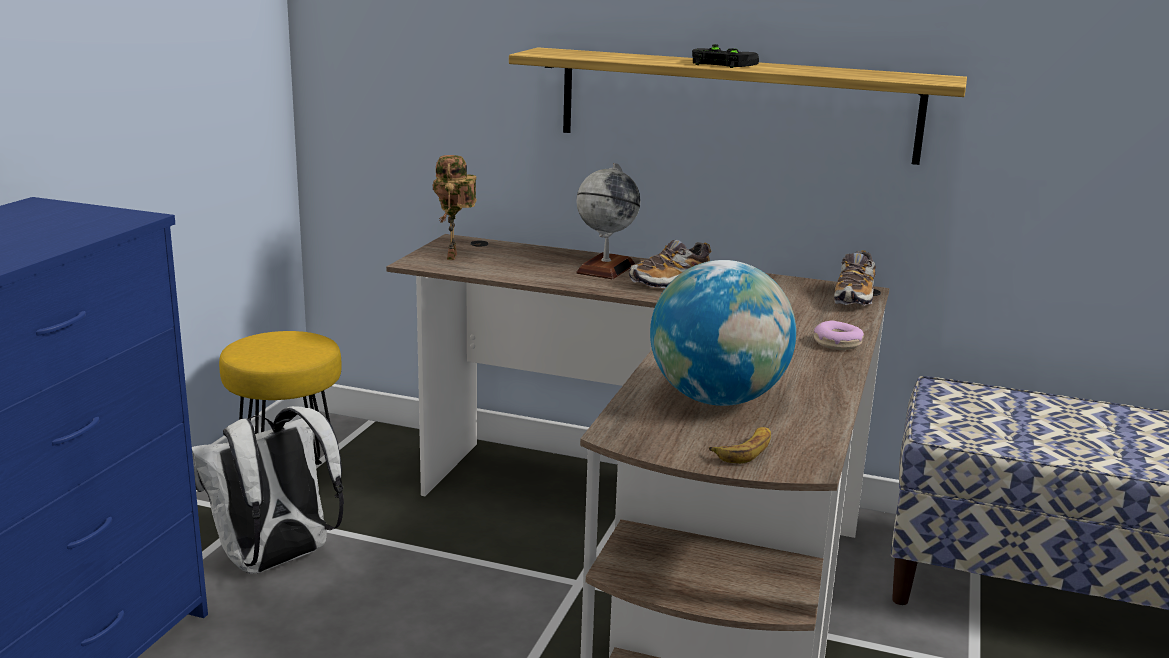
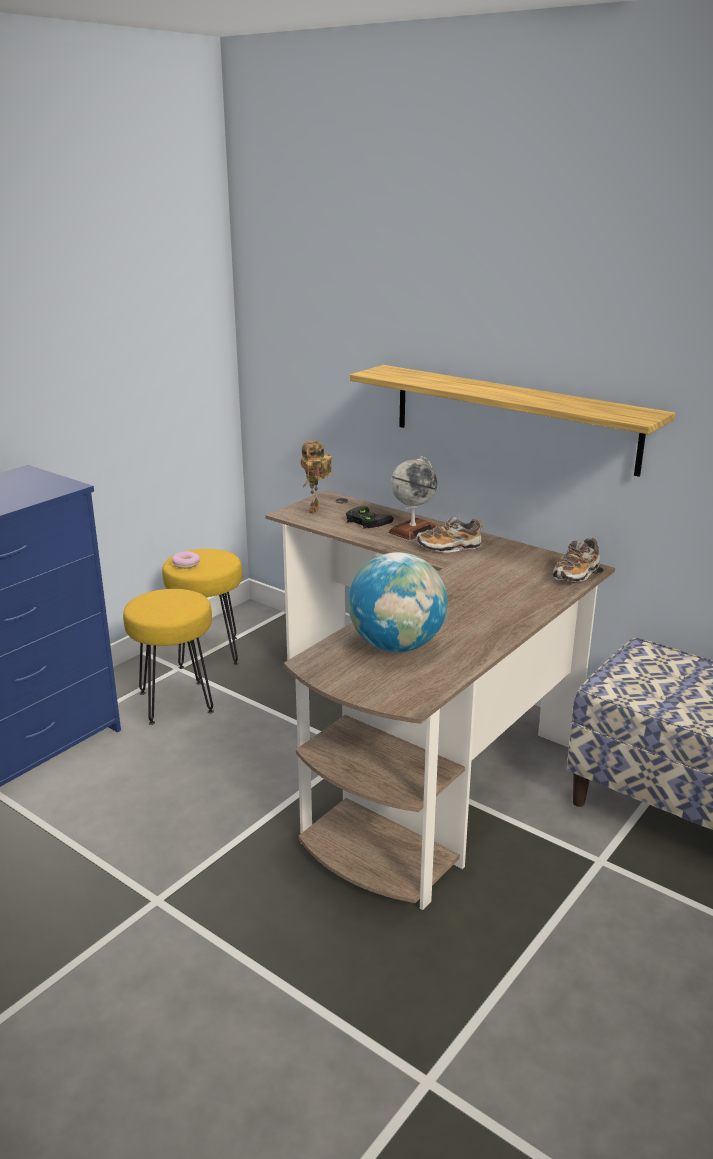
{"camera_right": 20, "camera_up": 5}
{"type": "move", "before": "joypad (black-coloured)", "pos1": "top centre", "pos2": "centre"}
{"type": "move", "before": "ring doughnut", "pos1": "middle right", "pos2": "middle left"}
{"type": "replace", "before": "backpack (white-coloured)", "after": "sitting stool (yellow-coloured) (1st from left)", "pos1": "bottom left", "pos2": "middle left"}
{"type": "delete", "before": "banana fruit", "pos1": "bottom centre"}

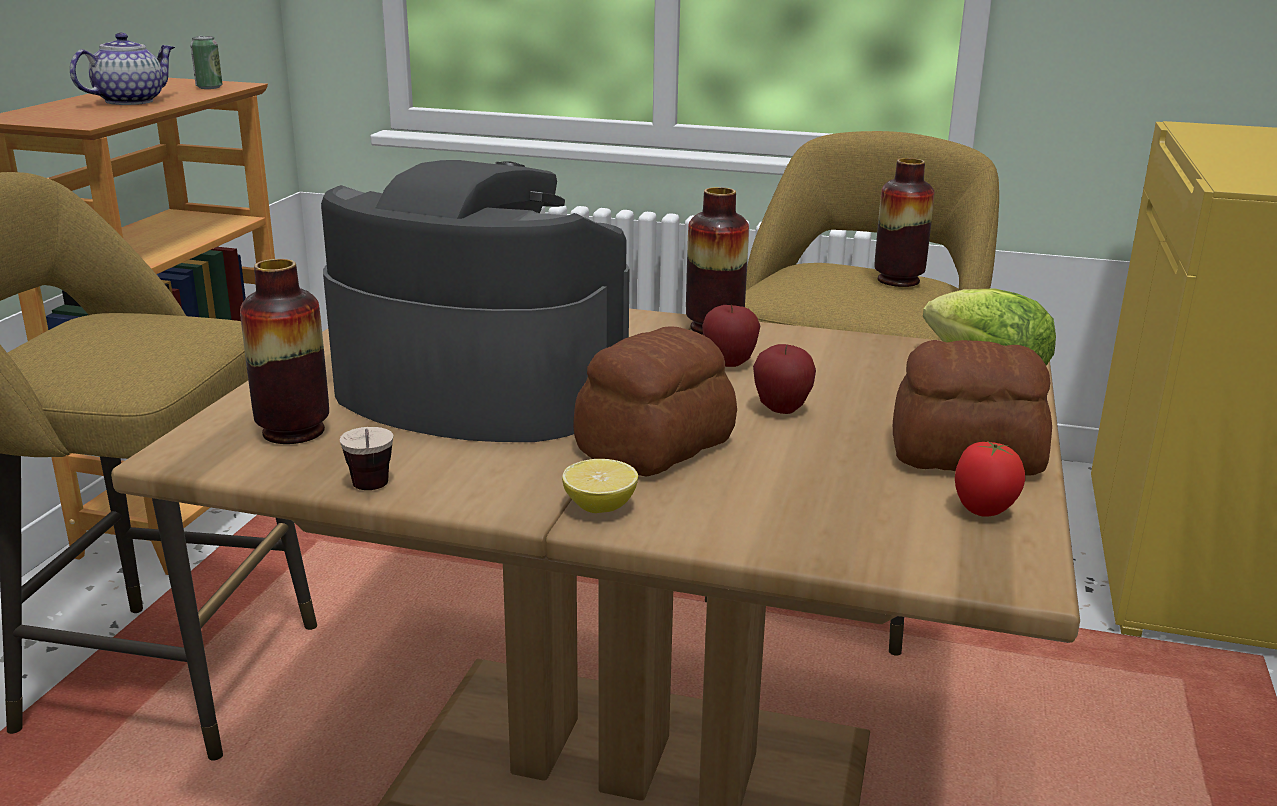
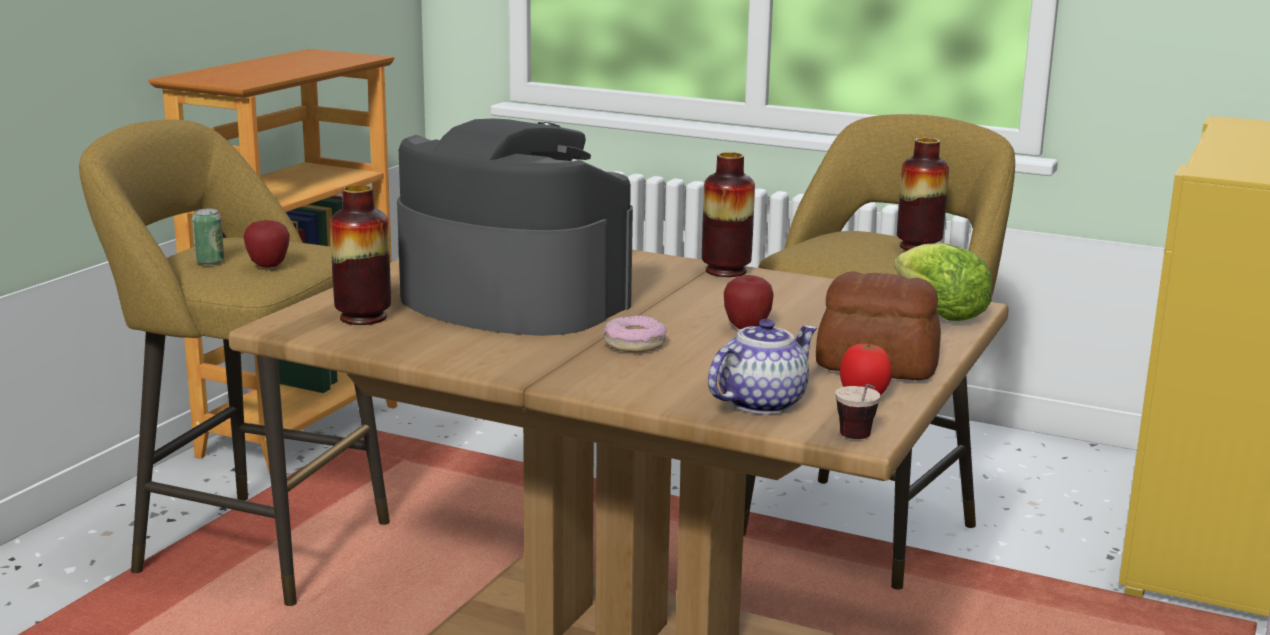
{"camera_right": 10, "camera_up": -5}
{"type": "move", "before": "pot for tea", "pos1": "top left", "pos2": "centre"}
{"type": "move", "before": "can", "pos1": "top left", "pos2": "middle left"}
{"type": "move", "before": "apple fruit (1st from left)", "pos1": "centre", "pos2": "middle left"}
{"type": "replace", "before": "bakery bread (1st from left)", "after": "ring doughnut", "pos1": "centre", "pos2": "centre"}
{"type": "move", "before": "drinking cup", "pos1": "middle left", "pos2": "middle right"}
{"type": "delete", "before": "lemon", "pos1": "centre"}

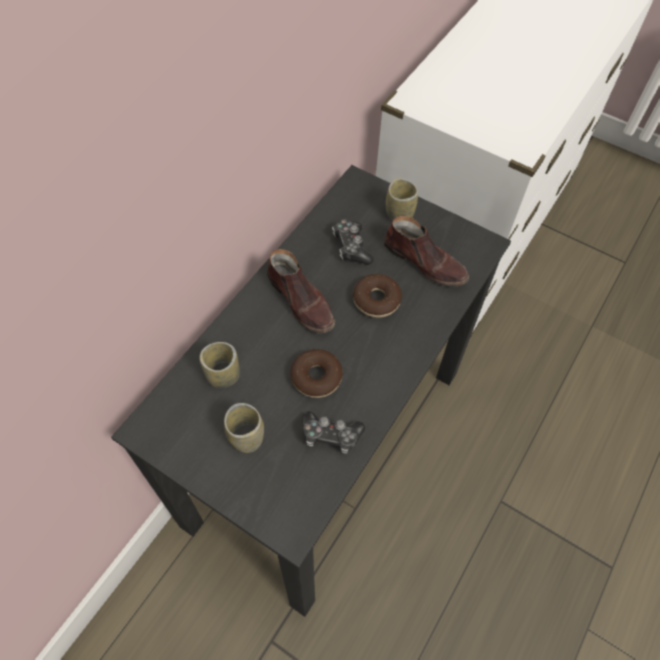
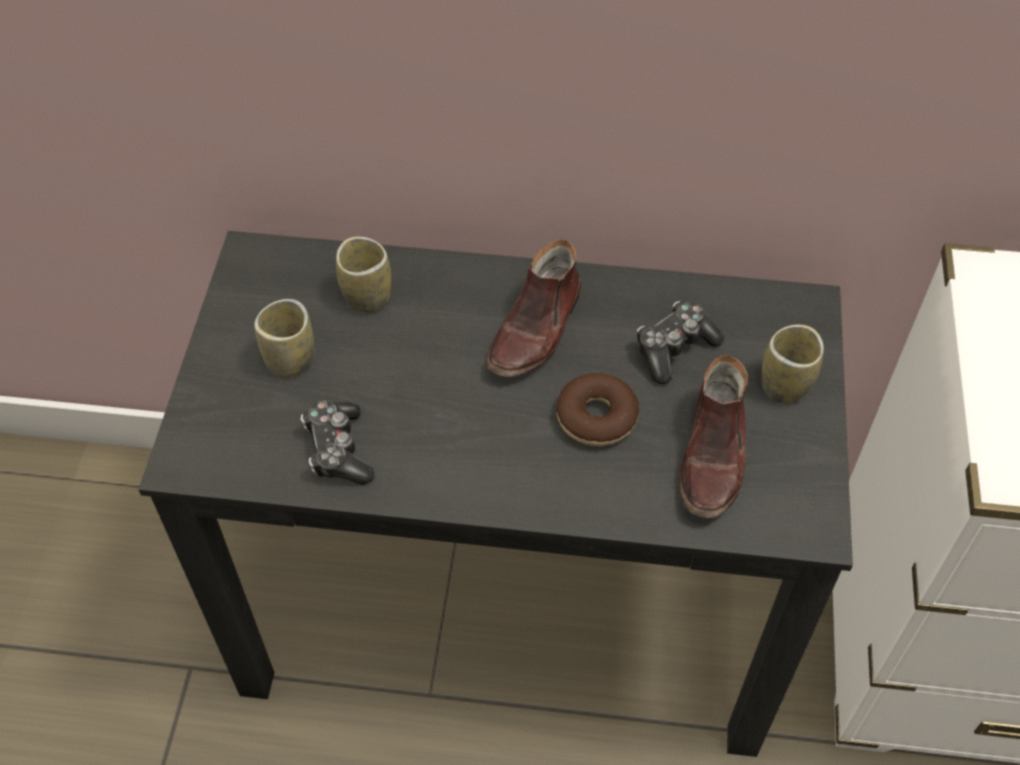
{"camera_right": 65, "camera_up": -5}
{"type": "delete", "before": "ring doughnut (1st from left)", "pos1": "centre"}

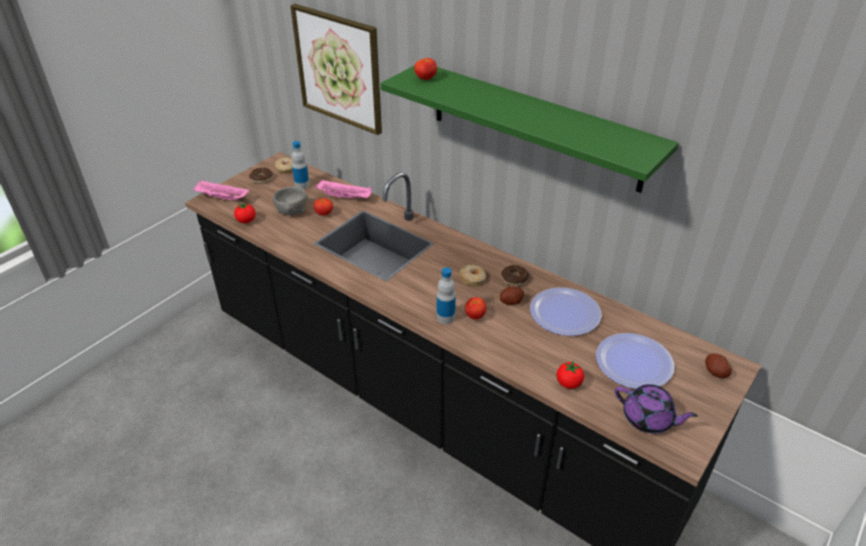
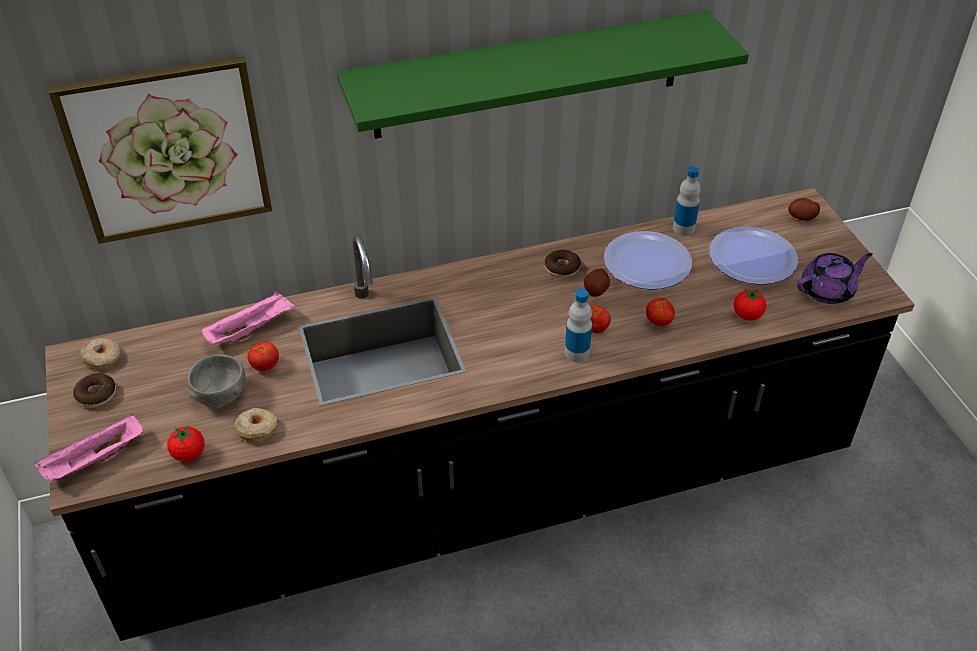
{"camera_right": -55, "camera_up": 5}
{"type": "move", "before": "tomato (3rd from left in the first image)", "after": "tomato (4th from left)", "pos1": "top centre", "pos2": "middle right"}
{"type": "move", "before": "bottle (1st from left in the first image)", "after": "bottle (2nd from left)", "pos1": "top centre", "pos2": "top right"}
{"type": "move", "before": "ring doughnut (3rd from left)", "pos1": "centre", "pos2": "middle left"}

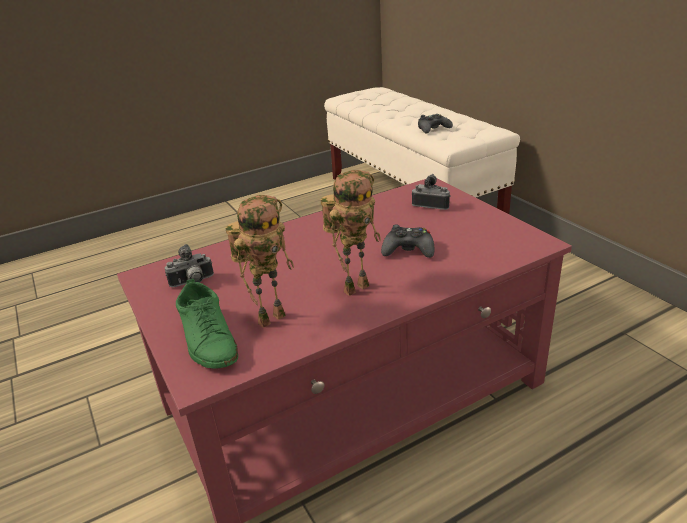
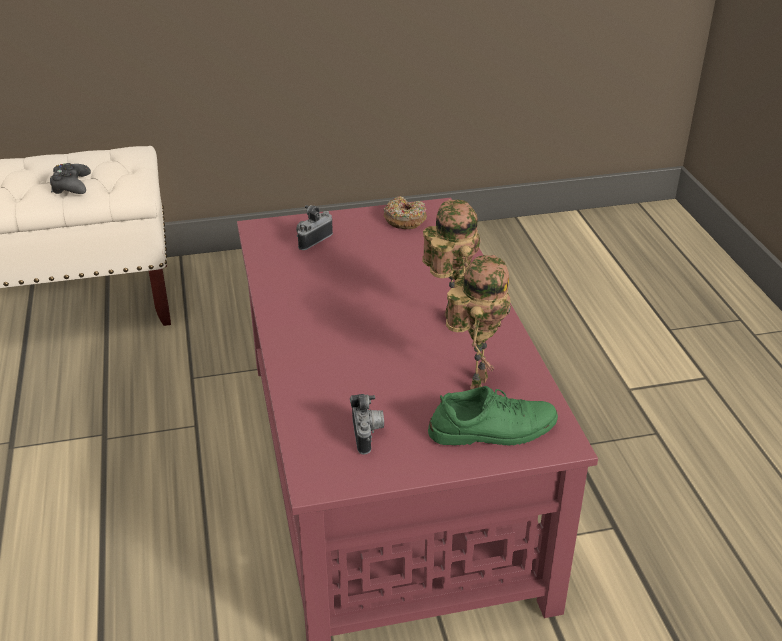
{"camera_right": -75, "camera_up": 5}
{"type": "rotate", "before": "model robot (1st from left in the first image)", "pos1": "centre", "pos2": "centre", "turn": 45}
{"type": "delete", "before": "joypad (black-coloured) (1st from left)", "pos1": "centre"}
{"type": "insert", "after": "ring doughnut", "pos2": "top centre"}

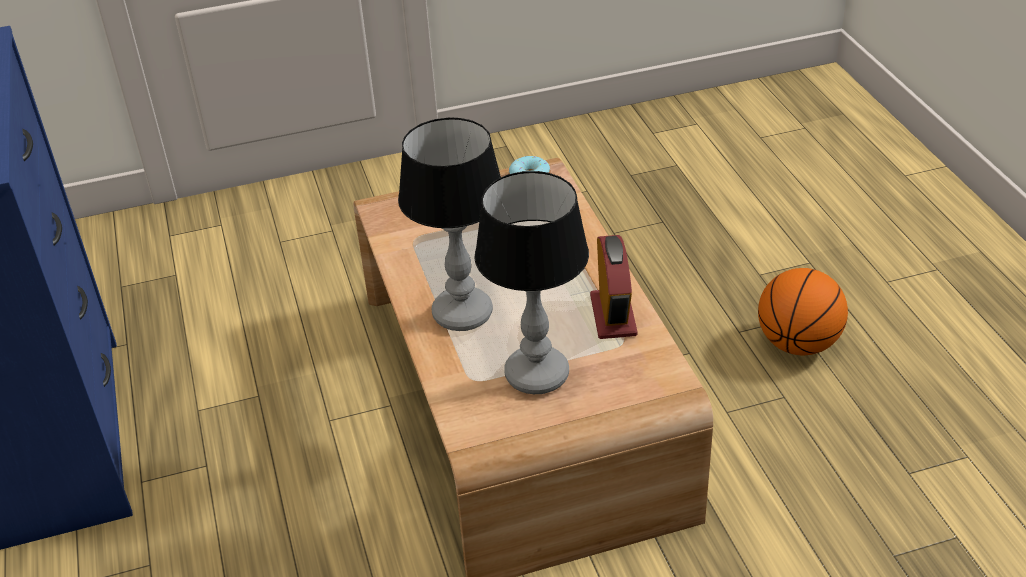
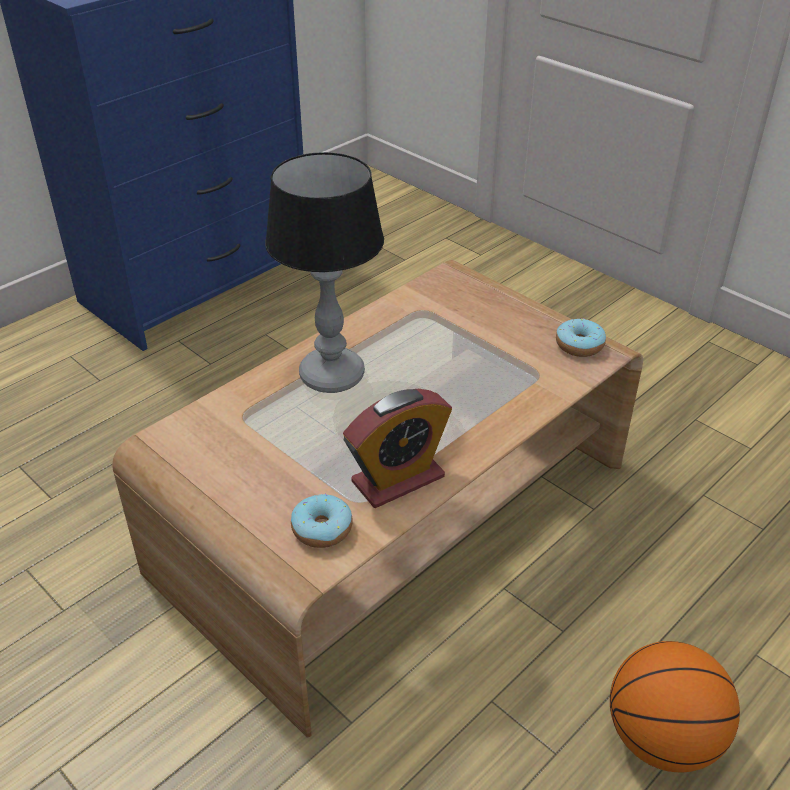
{"camera_right": 60, "camera_up": 0}
{"type": "delete", "before": "table lamp (2nd from left)", "pos1": "centre"}
{"type": "insert", "after": "ring doughnut (1st from left)", "pos2": "centre"}

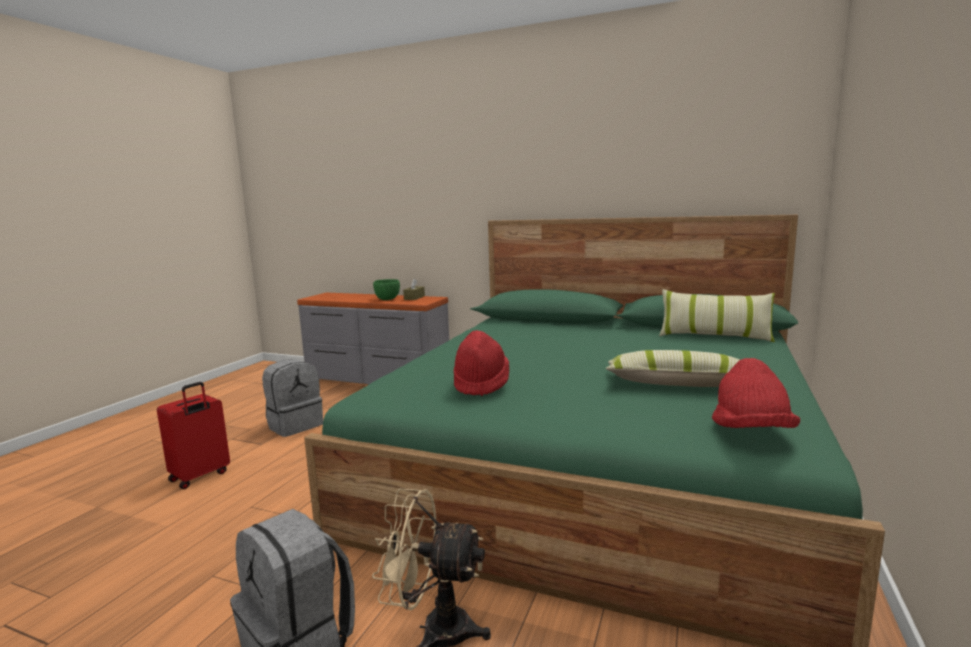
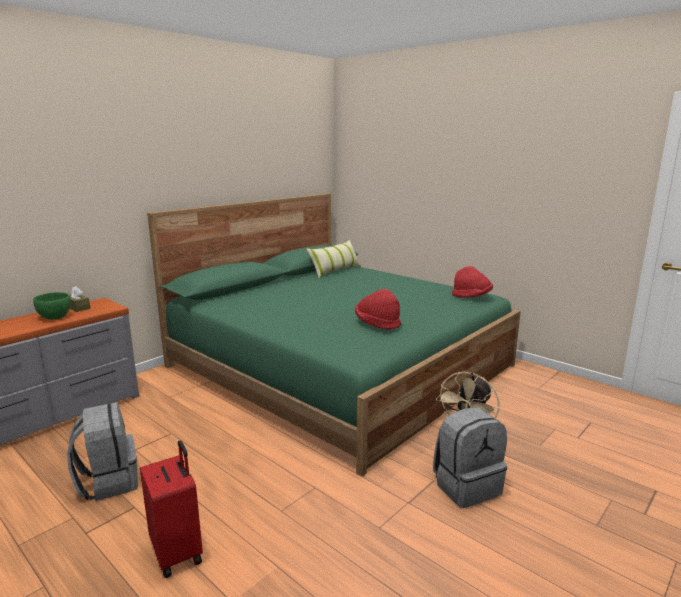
{"camera_right": -70, "camera_up": 5}
{"type": "delete", "before": "throw pillow (1st from left)", "pos1": "middle right"}

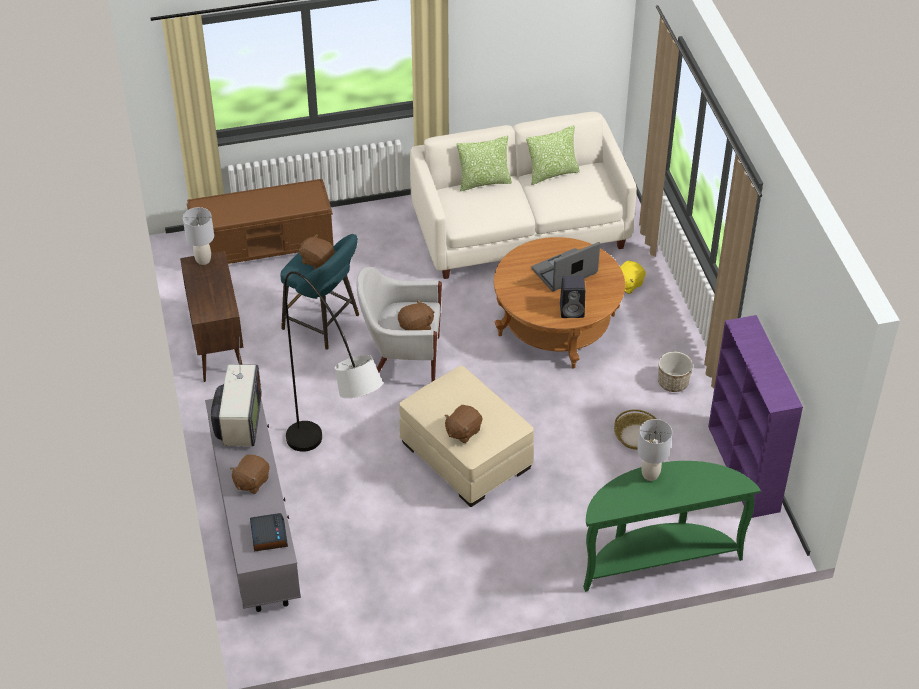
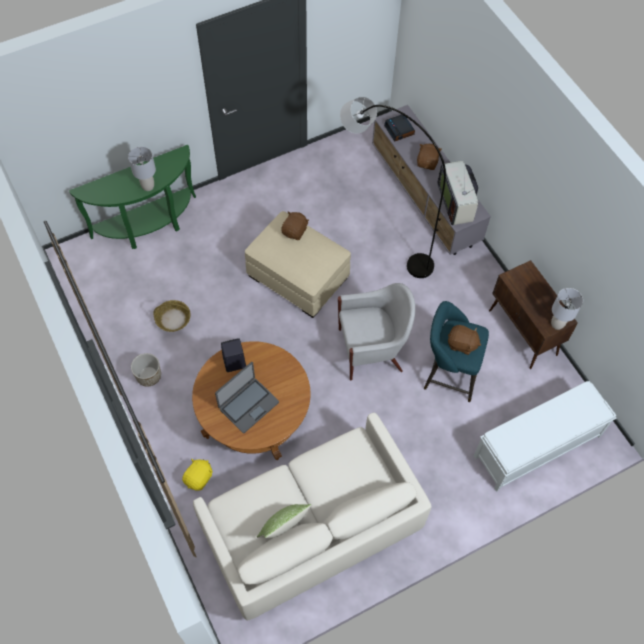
{"camera_right": 165, "camera_up": 15}
{"type": "delete", "before": "throw pillow (1st from left)", "pos1": "top centre"}
{"type": "recolor", "before": "indoor bench (brownish)", "after": "indoor bench (white-coloured)", "pos1": "top left", "pos2": "bottom right"}
{"type": "delete", "before": "cuddly toy (brownish) (3rd from left)", "pos1": "centre"}
{"type": "delete", "before": "bookcase (purple-coloured)", "pos1": "middle right"}

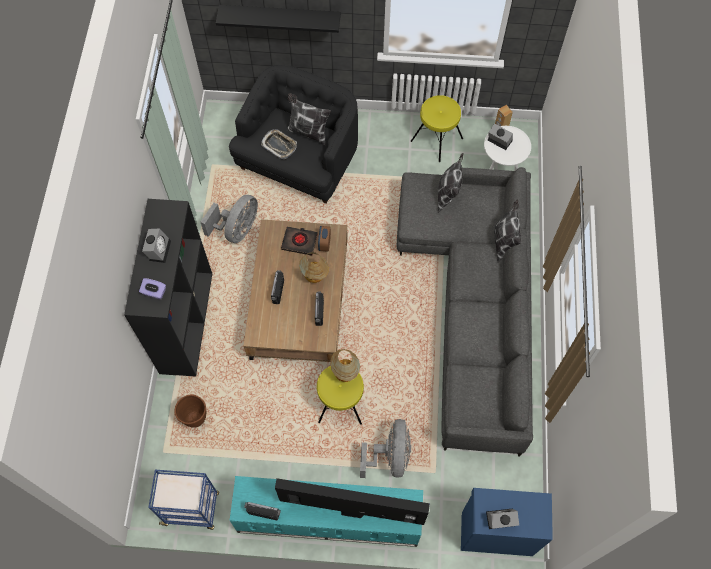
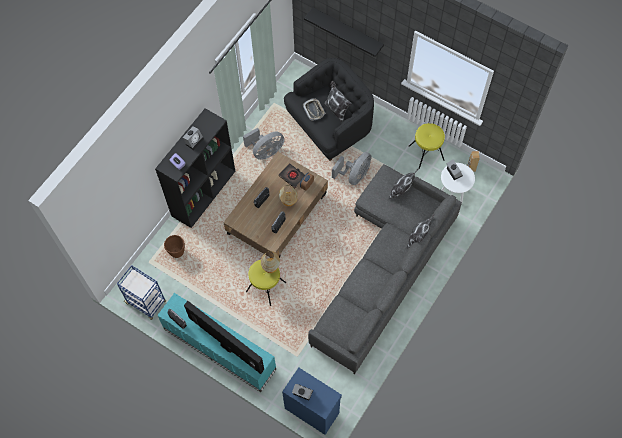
{"camera_right": 30, "camera_up": 0}
{"type": "move", "before": "electric fan (grey) (2nd from left)", "pos1": "bottom centre", "pos2": "centre"}

